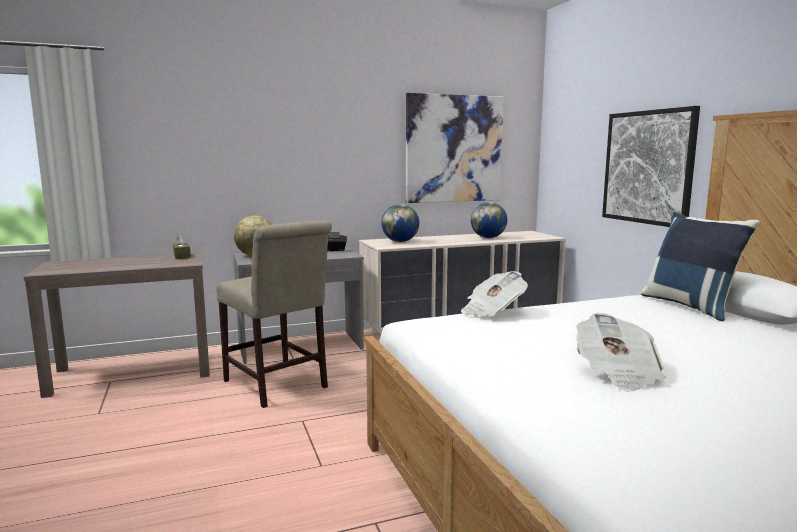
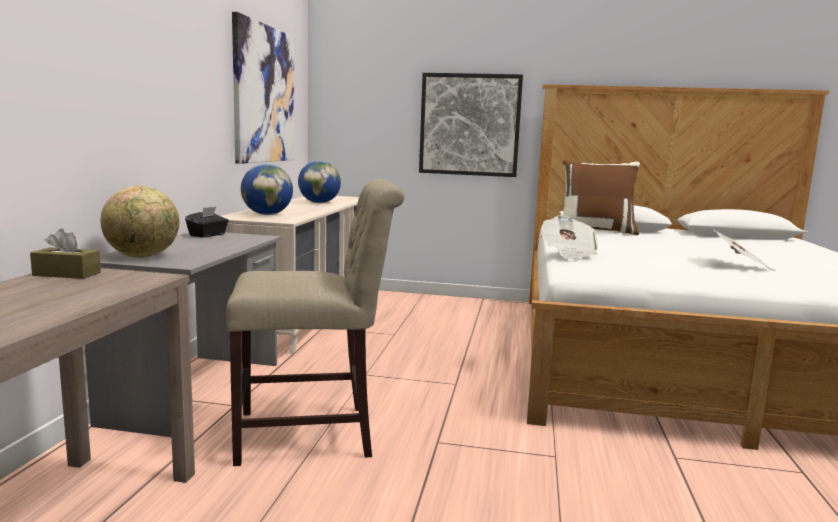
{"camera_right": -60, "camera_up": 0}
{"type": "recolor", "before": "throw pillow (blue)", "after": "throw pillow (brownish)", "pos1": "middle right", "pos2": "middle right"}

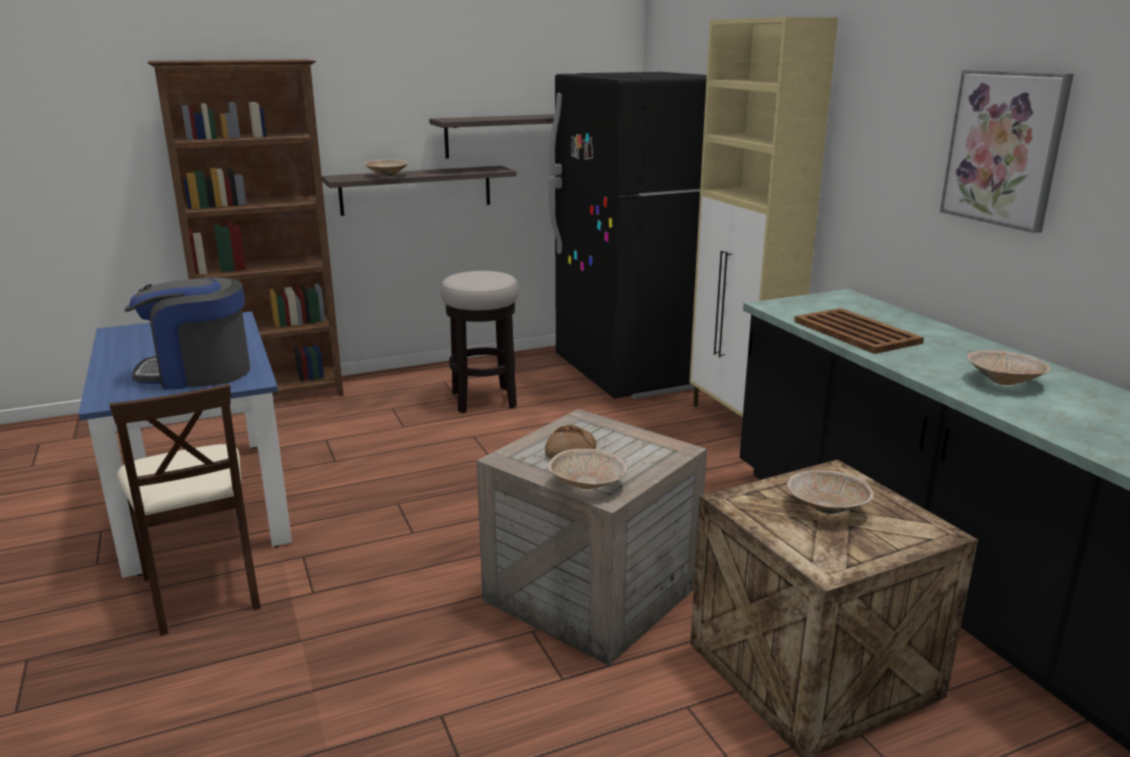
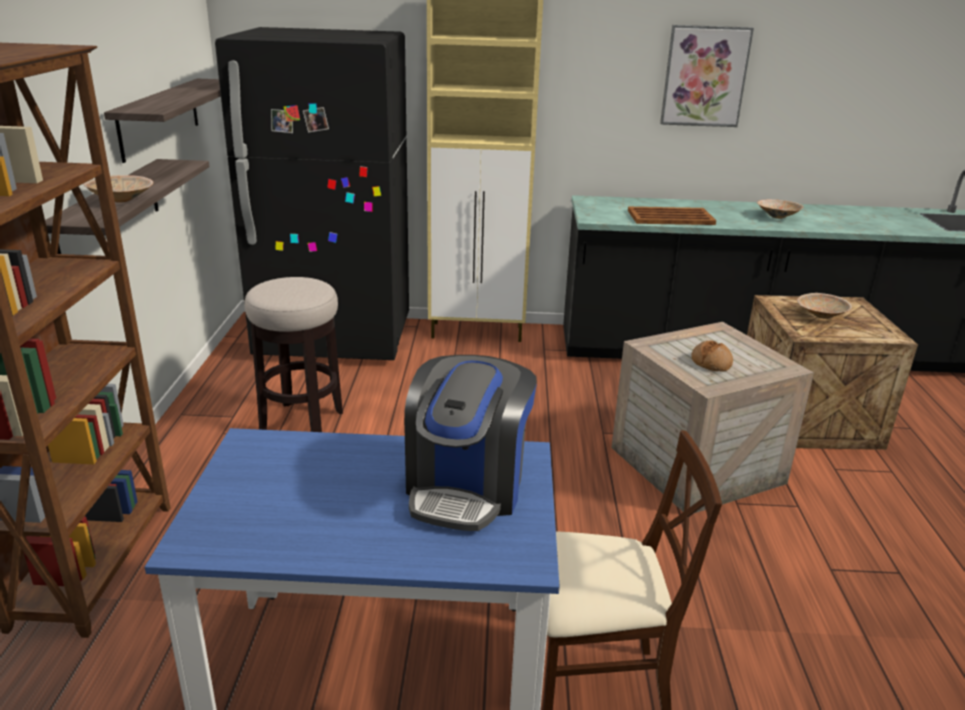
{"camera_right": -65, "camera_up": 5}
{"type": "delete", "before": "bowl (beige-coloured) (2nd from left)", "pos1": "centre"}

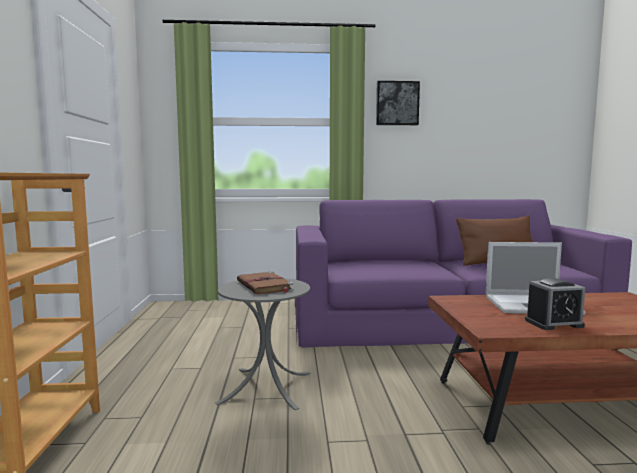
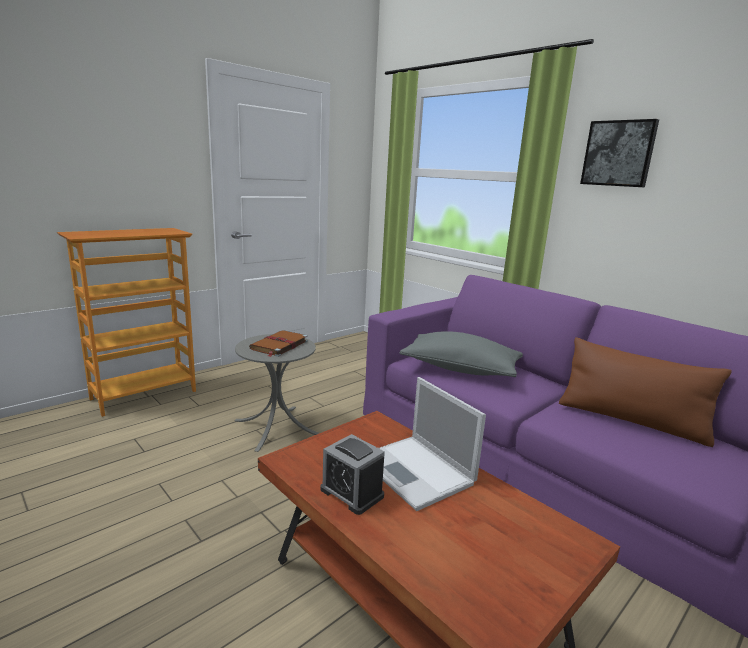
{"camera_right": 50, "camera_up": 10}
{"type": "insert", "after": "throw pillow (grey)", "pos2": "centre"}

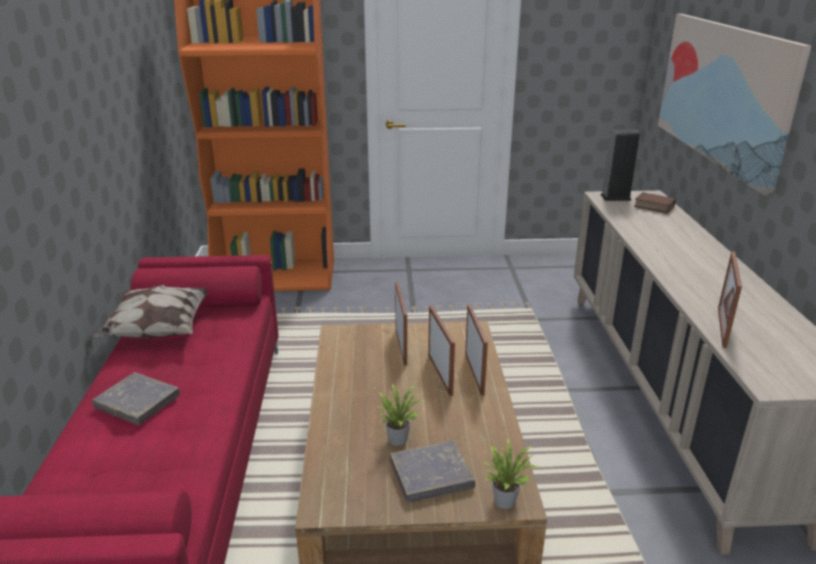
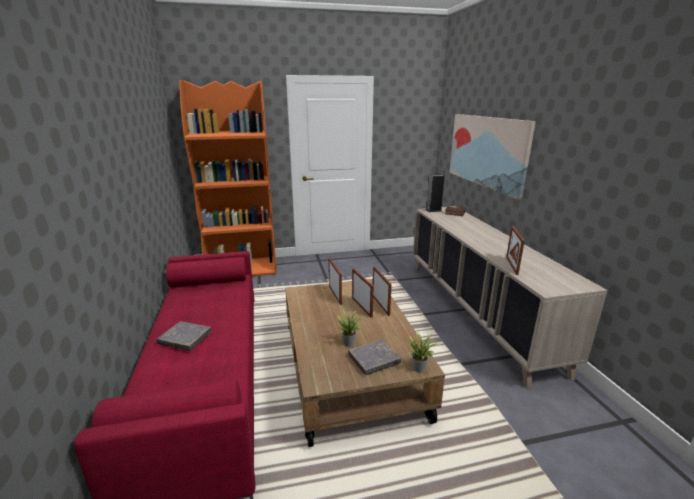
{"camera_right": -10, "camera_up": -5}
{"type": "delete", "before": "throw pillow", "pos1": "middle left"}

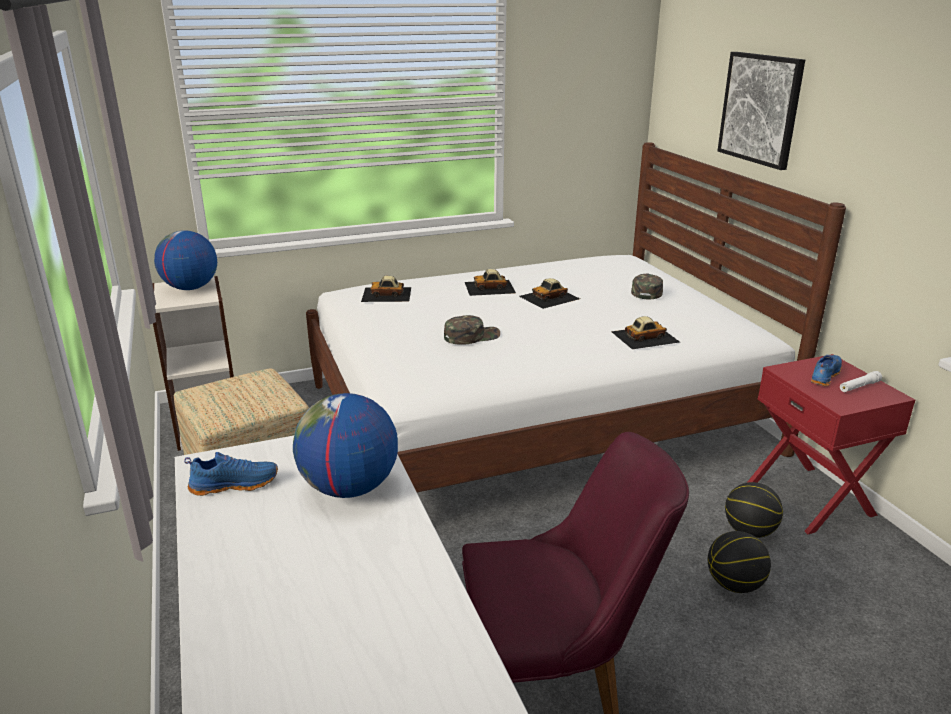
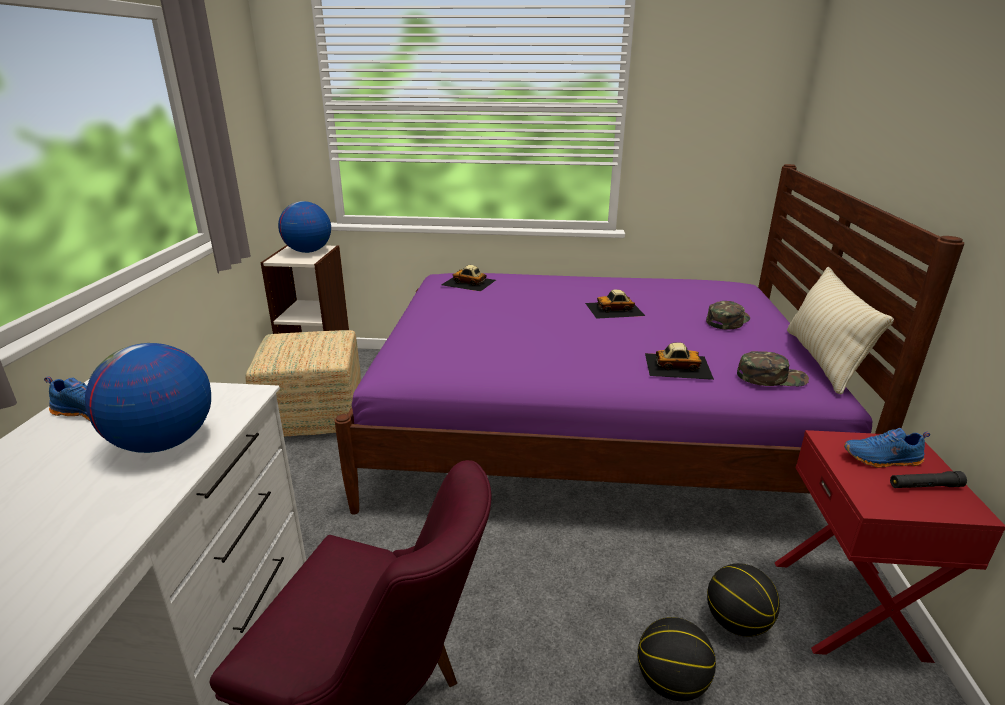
{"camera_right": 25, "camera_up": 0}
{"type": "delete", "before": "wall art", "pos1": "top right"}
{"type": "recolor", "before": "bedroom bed (white-coloured)", "after": "bedroom bed (purple-coloured)", "pos1": "centre", "pos2": "centre"}
{"type": "delete", "before": "miniature car (2nd from left)", "pos1": "centre"}
{"type": "move", "before": "peaked cap (green-coloured) (1st from left in the first image)", "after": "peaked cap (green-coloured) (2nd from left)", "pos1": "centre", "pos2": "middle right"}
{"type": "rotate", "before": "item of footwear (blue) (2nd from left)", "pos1": "middle right", "pos2": "middle right", "turn": -150}
{"type": "recolor", "before": "hand torch (white-coloured)", "after": "hand torch (black-coloured)", "pos1": "middle right", "pos2": "bottom right"}
{"type": "insert", "after": "throw pillow (beige-coloured)", "pos2": "middle right"}

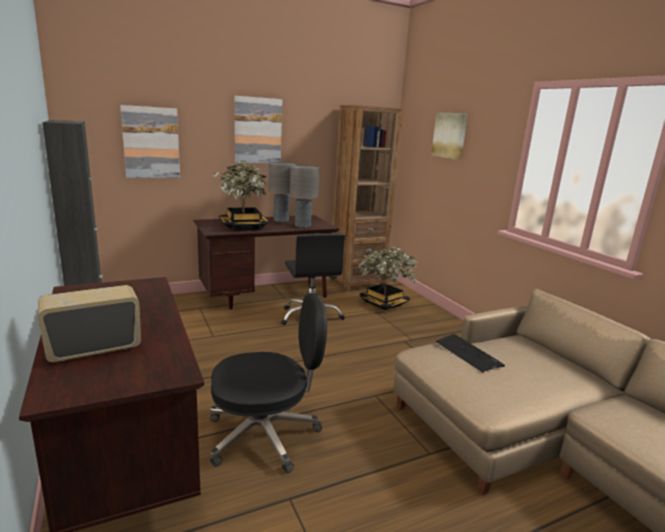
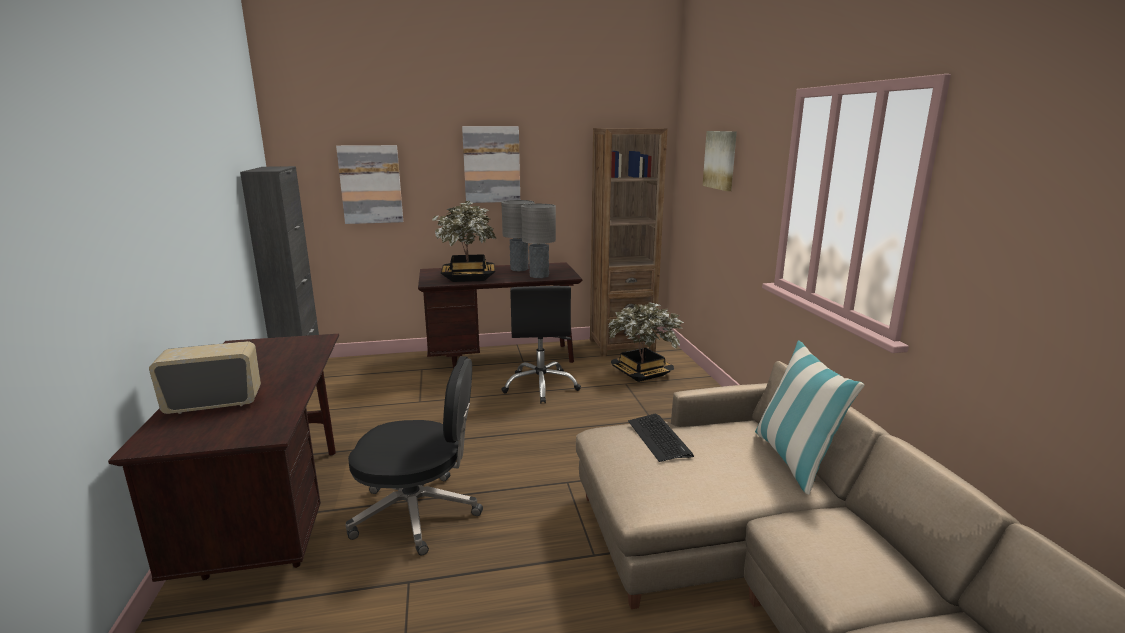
{"camera_right": 15, "camera_up": 0}
{"type": "insert", "after": "throw pillow", "pos2": "middle right"}

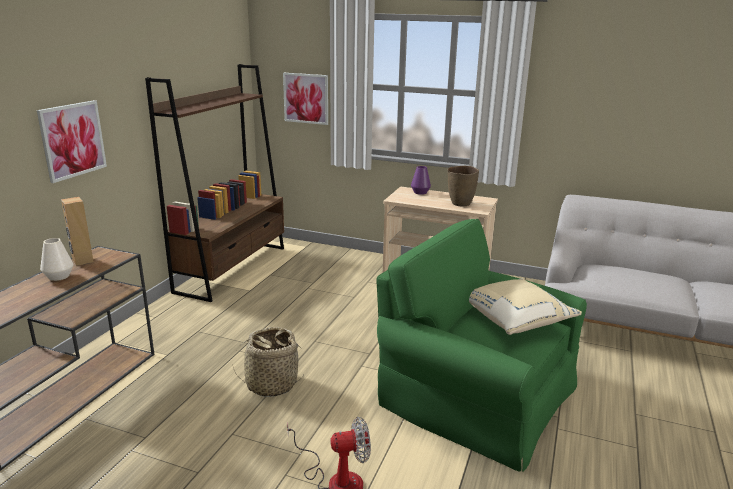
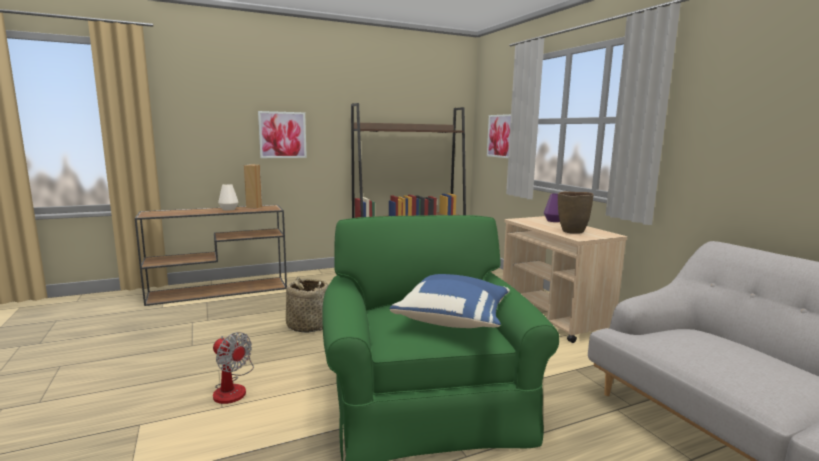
{"camera_right": 45, "camera_up": -10}
{"type": "recolor", "before": "throw pillow (beige-coloured)", "after": "throw pillow (blue)", "pos1": "middle right", "pos2": "centre"}

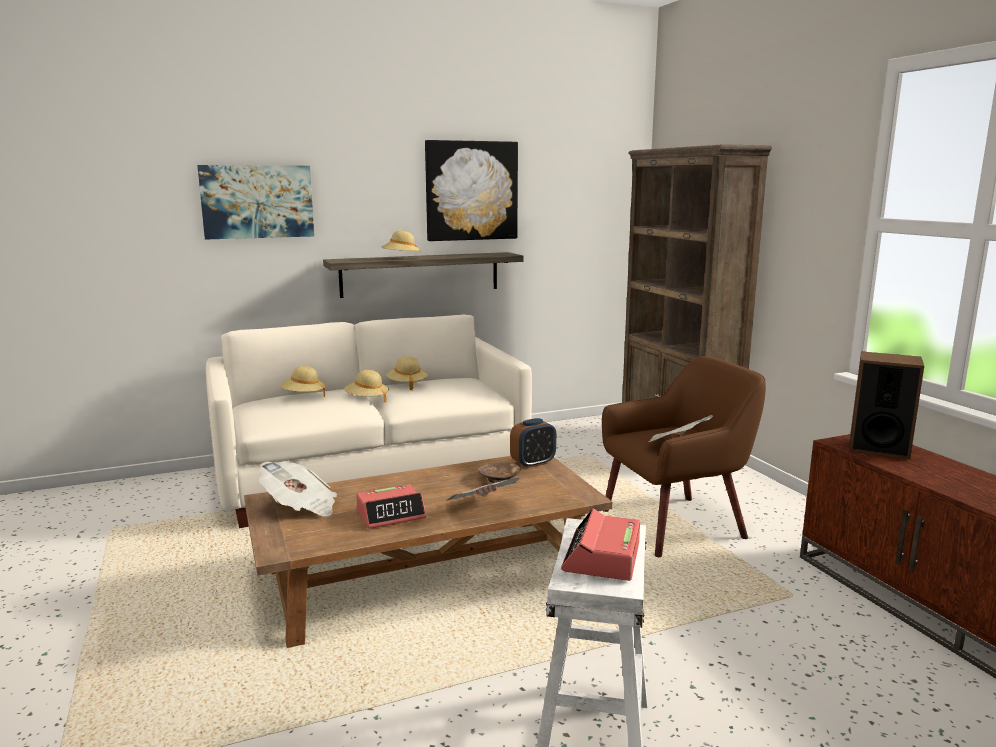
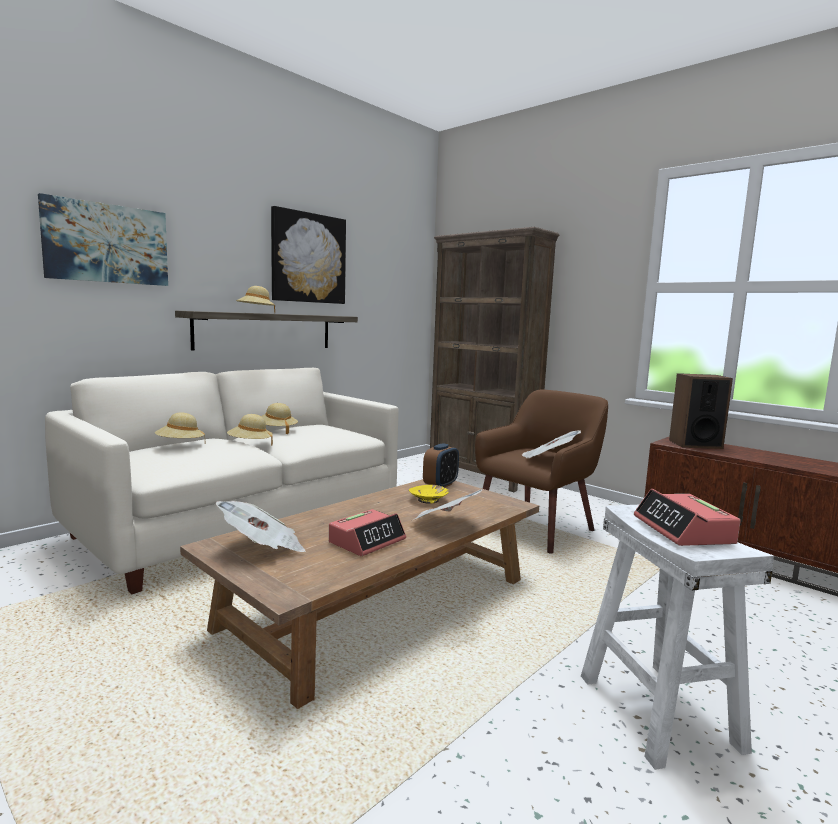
{"camera_right": -25, "camera_up": -5}
{"type": "recolor", "before": "bowl (brownish)", "after": "bowl (yellow-coloured)", "pos1": "centre", "pos2": "centre"}

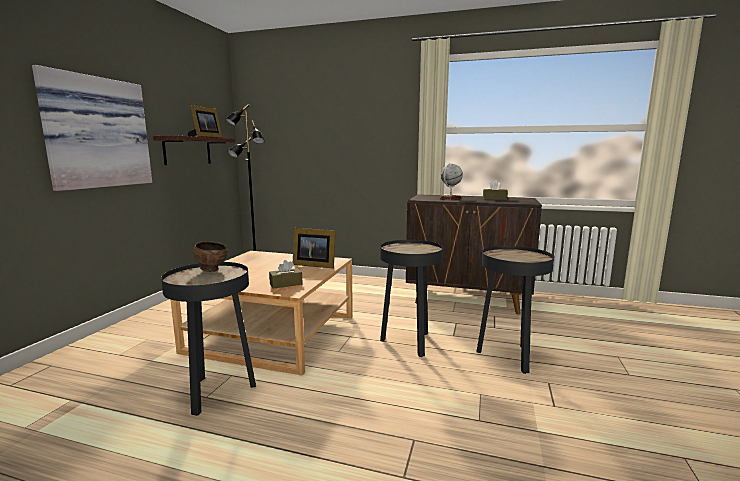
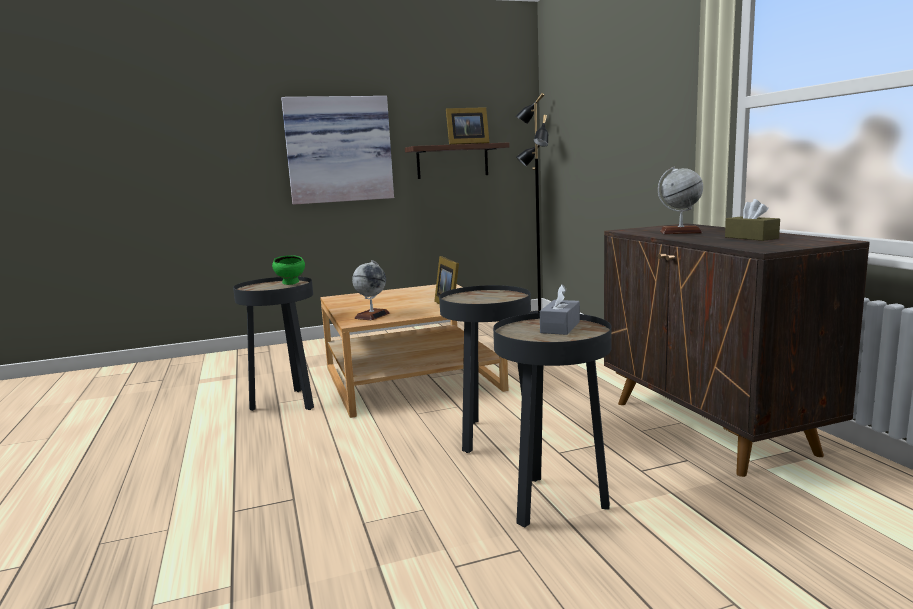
{"camera_right": 55, "camera_up": 0}
{"type": "recolor", "before": "bowl (brownish)", "after": "bowl (green-coloured)", "pos1": "middle left", "pos2": "middle left"}
{"type": "replace", "before": "tissue holder (brownish) (1st from left)", "after": "globe (1st from left)", "pos1": "centre", "pos2": "centre"}
{"type": "insert", "after": "tissue holder (grey)", "pos2": "centre"}

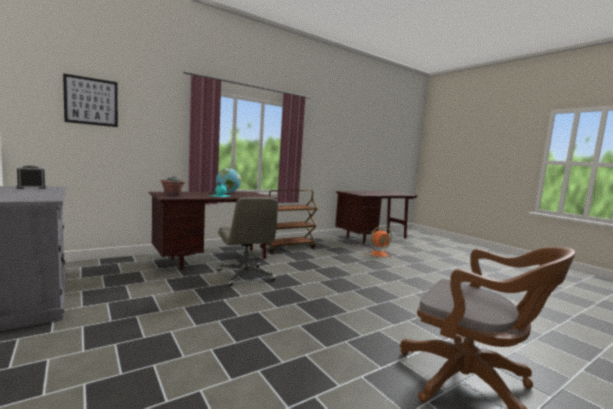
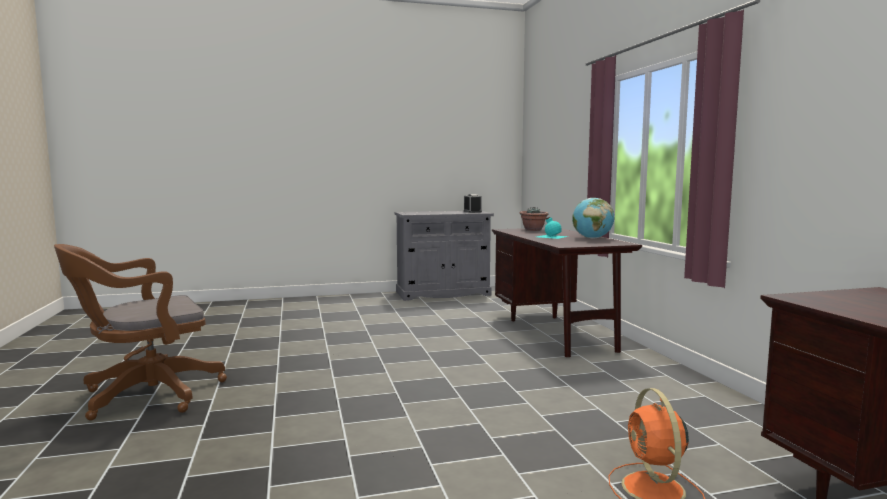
{"camera_right": 110, "camera_up": 0}
{"type": "delete", "before": "wall art", "pos1": "top left"}
{"type": "delete", "before": "wheeled cart (brownish)", "pos1": "centre"}
{"type": "delete", "before": "computer chair (grey)", "pos1": "centre"}

